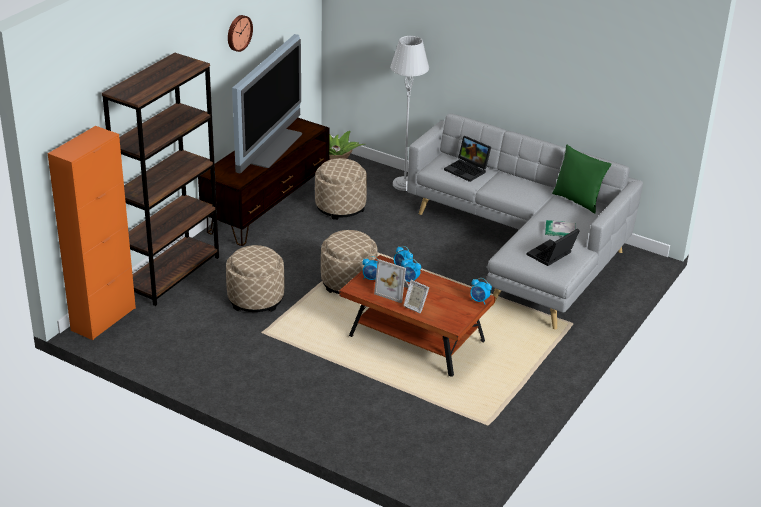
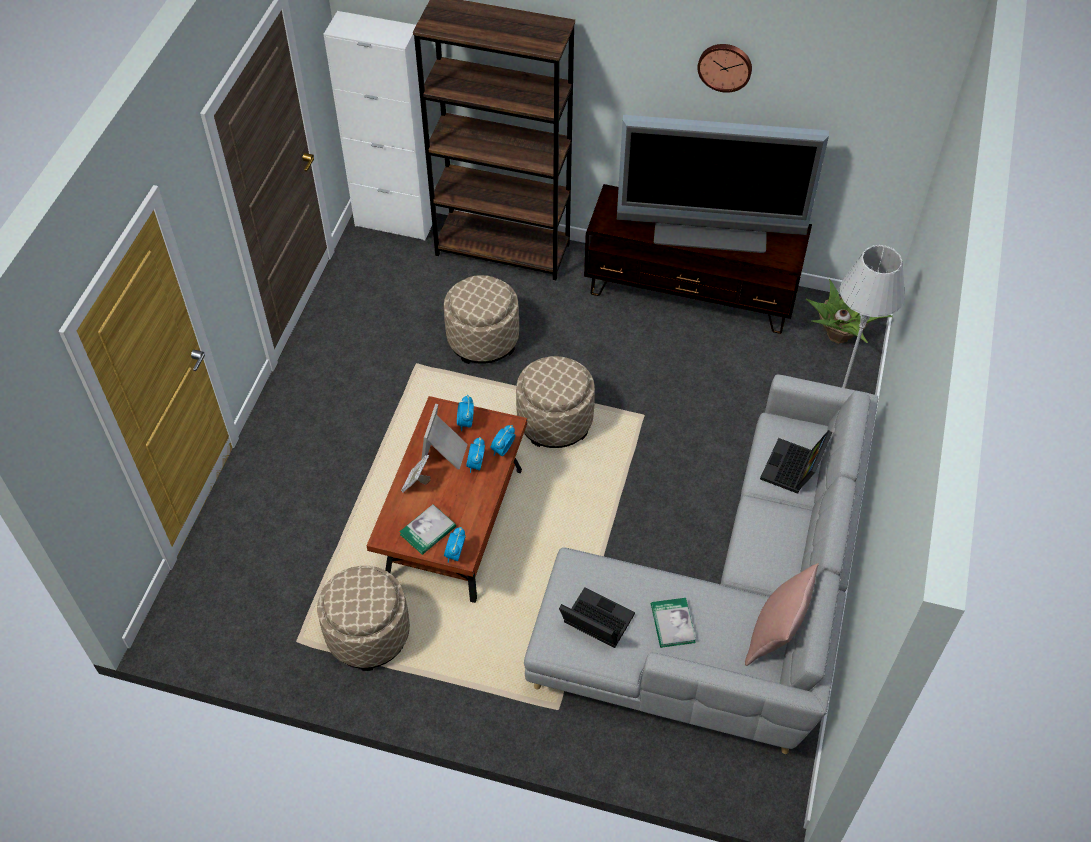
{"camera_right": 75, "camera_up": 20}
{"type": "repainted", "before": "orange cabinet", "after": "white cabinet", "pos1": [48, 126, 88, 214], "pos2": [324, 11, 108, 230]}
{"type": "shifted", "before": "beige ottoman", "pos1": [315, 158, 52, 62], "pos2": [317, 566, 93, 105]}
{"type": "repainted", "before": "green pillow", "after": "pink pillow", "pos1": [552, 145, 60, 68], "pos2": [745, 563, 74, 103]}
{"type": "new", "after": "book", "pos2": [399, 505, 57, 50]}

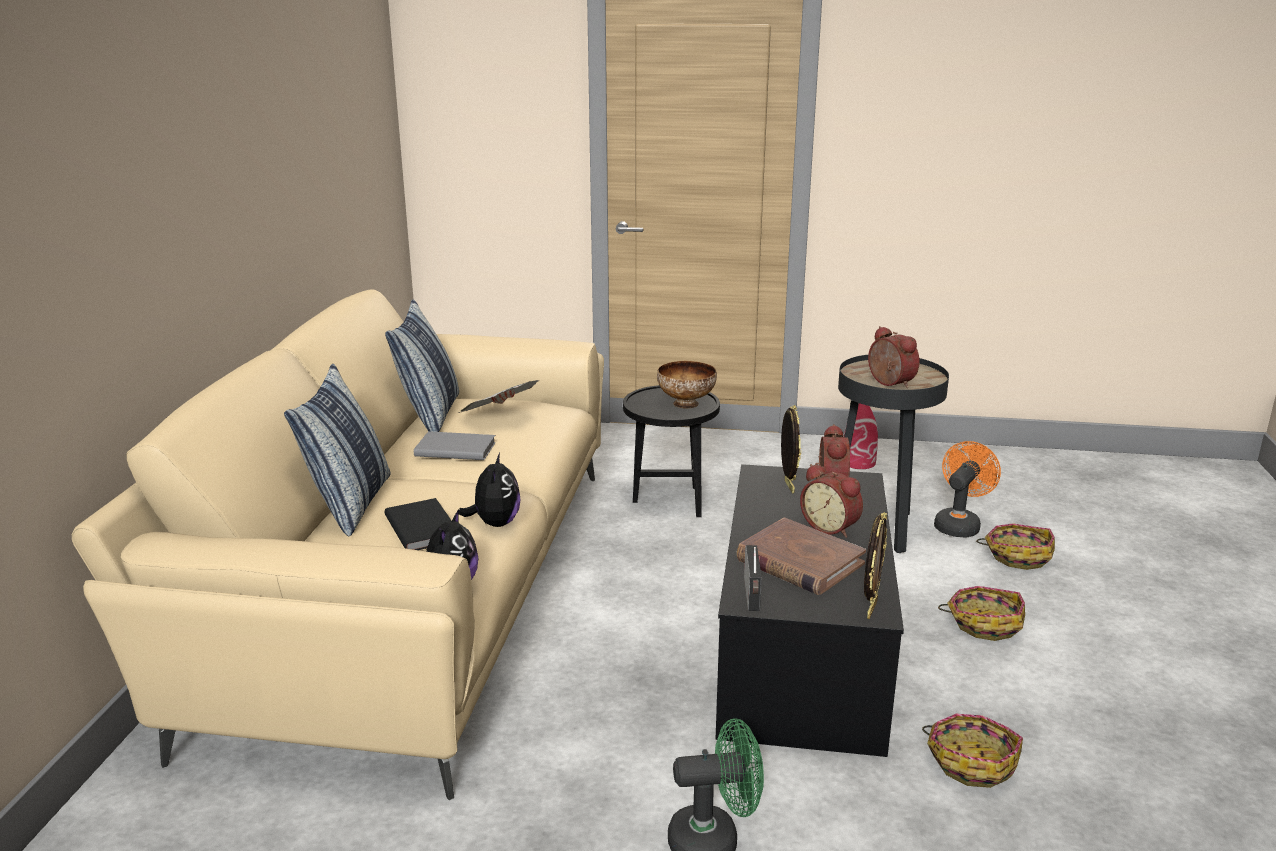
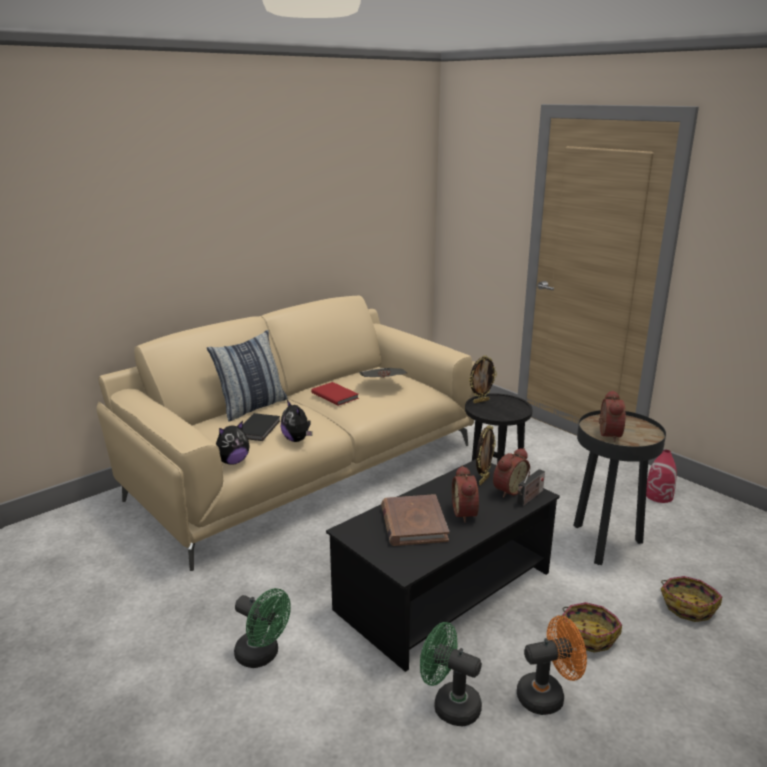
{"camera_right": 40, "camera_up": 0}
{"type": "gone", "before": "pillow", "pos1": [385, 299, 74, 133]}
{"type": "repainted", "before": "grey book", "after": "red book", "pos1": [414, 431, 82, 29], "pos2": [311, 382, 48, 24]}
{"type": "rotated", "before": "plush toy", "pos1": [458, 453, 63, 74], "pos2": [281, 400, 31, 42], "turn": 105}
{"type": "gone", "before": "bowl", "pos1": [657, 361, 60, 48]}
{"type": "shifted", "before": "radio", "pos1": [744, 545, 18, 66], "pos2": [517, 468, 28, 38]}
{"type": "shifted", "before": "picture frame", "pos1": [864, 512, 23, 107], "pos2": [469, 356, 28, 47]}
{"type": "swapped", "before": "basket", "after": "green fan", "pos1": [922, 714, 101, 74], "pos2": [420, 622, 62, 104]}
{"type": "shifted", "before": "orange fan", "pos1": [934, 441, 67, 97], "pos2": [517, 616, 70, 99]}

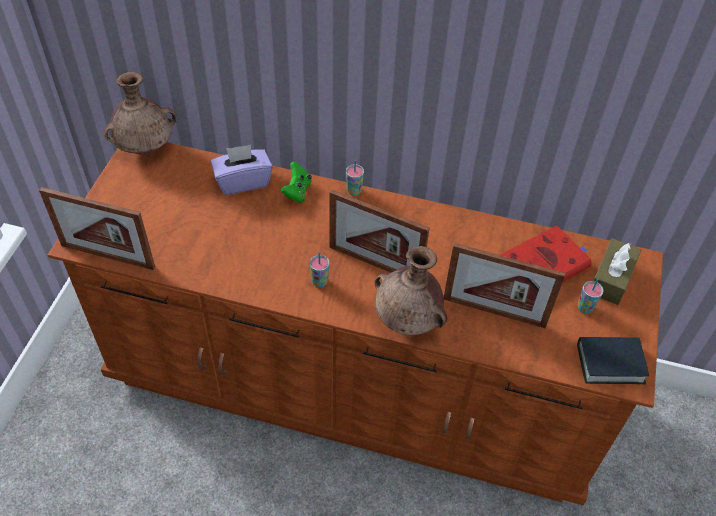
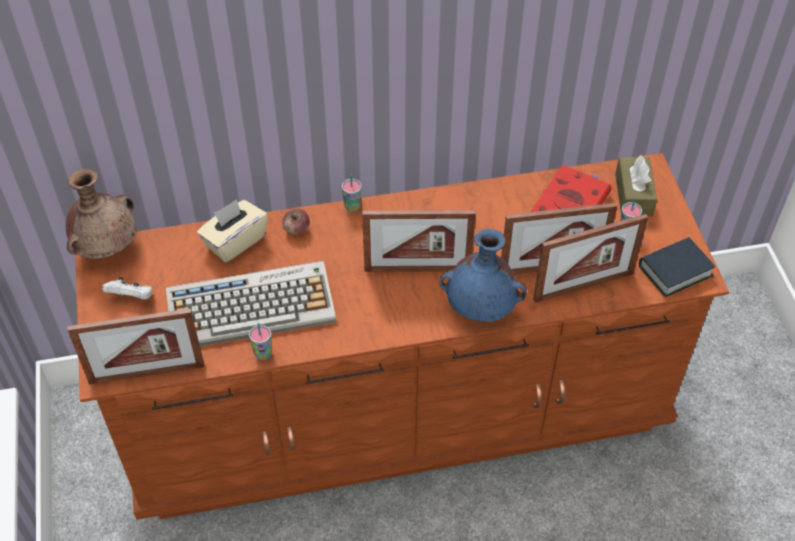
{"camera_right": -25, "camera_up": 0}
{"type": "repainted", "before": "purple tissue box", "after": "beige tissue box", "pos1": [211, 144, 62, 51], "pos2": [197, 199, 71, 63]}
{"type": "swapped", "before": "green game controller", "after": "apple", "pos1": [281, 162, 31, 41], "pos2": [282, 209, 28, 26]}
{"type": "shifted", "before": "cup", "pos1": [309, 252, 21, 36], "pos2": [249, 323, 23, 37]}
{"type": "repainted", "before": "brown vase", "after": "blue vase", "pos1": [375, 246, 72, 89], "pos2": [440, 229, 87, 93]}
{"type": "new", "after": "white game controller", "pos2": [102, 277, 51, 23]}
{"type": "new", "after": "keyboard", "pos2": [166, 261, 170, 85]}
{"type": "new", "after": "picture frame", "pos2": [533, 214, 115, 89]}

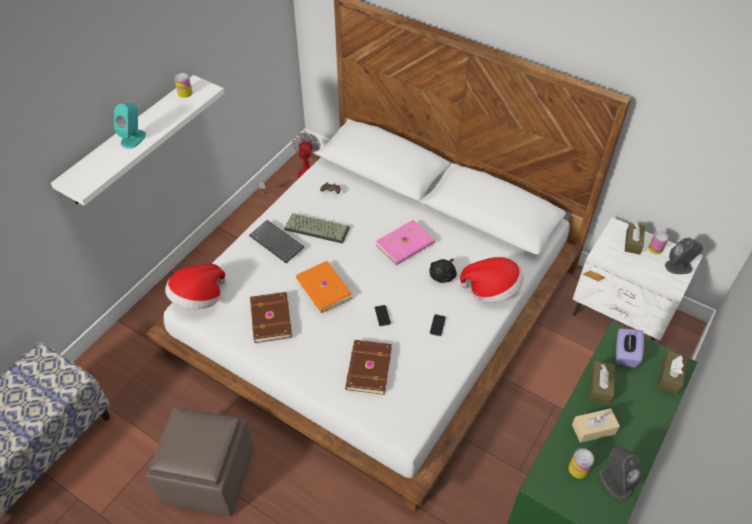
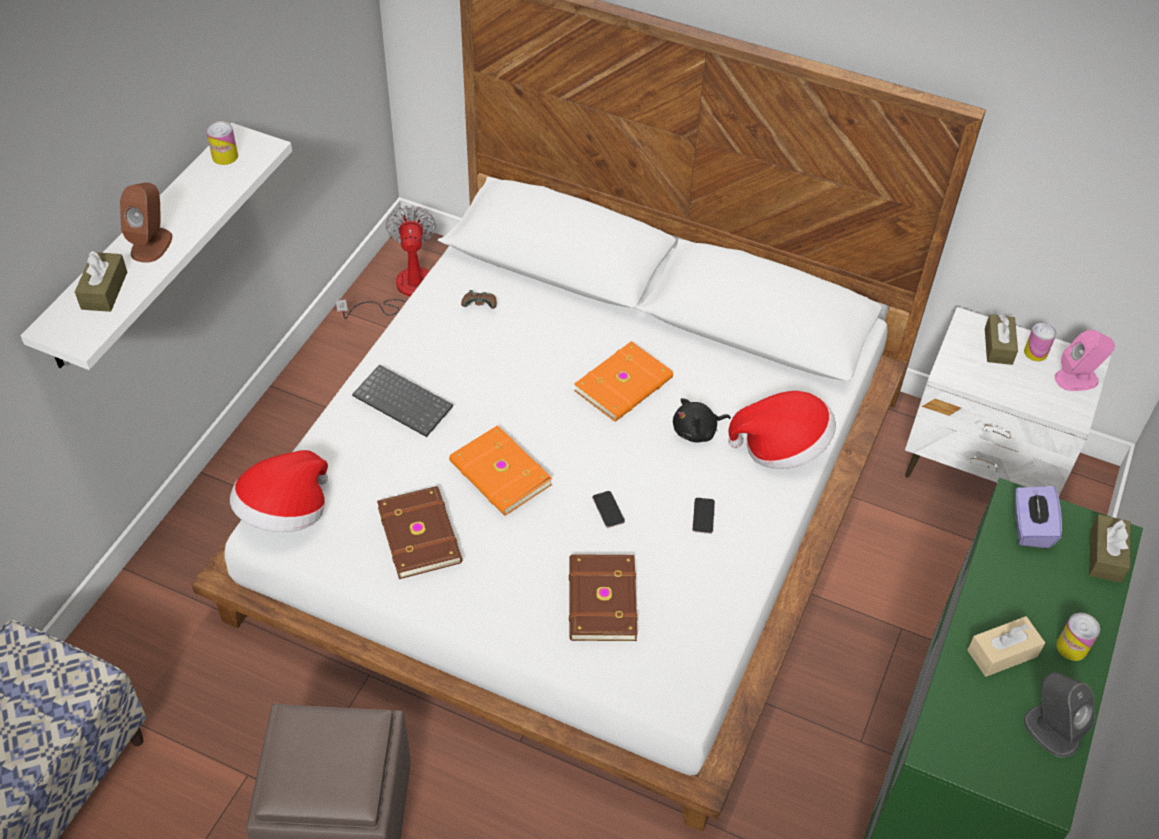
{"camera_right": -10, "camera_up": 0}
{"type": "repainted", "before": "turquoise speaker", "after": "brown speaker", "pos1": [114, 103, 32, 46], "pos2": [120, 182, 52, 81]}
{"type": "gone", "before": "keyboard", "pos1": [284, 213, 66, 31]}
{"type": "repainted", "before": "pink book", "after": "orange book", "pos1": [376, 220, 59, 45], "pos2": [574, 341, 99, 81]}
{"type": "rotated", "before": "black plush toy", "pos1": [429, 259, 28, 24], "pos2": [673, 398, 58, 45], "turn": 45}
{"type": "shifted", "before": "can", "pos1": [568, 448, 26, 31], "pos2": [1056, 613, 44, 48]}
{"type": "shifted", "before": "brown tissue box", "pos1": [590, 361, 25, 44], "pos2": [75, 251, 52, 61]}
{"type": "repainted", "before": "grey speaker", "after": "pink speaker", "pos1": [665, 238, 38, 36], "pos2": [1055, 330, 60, 61]}

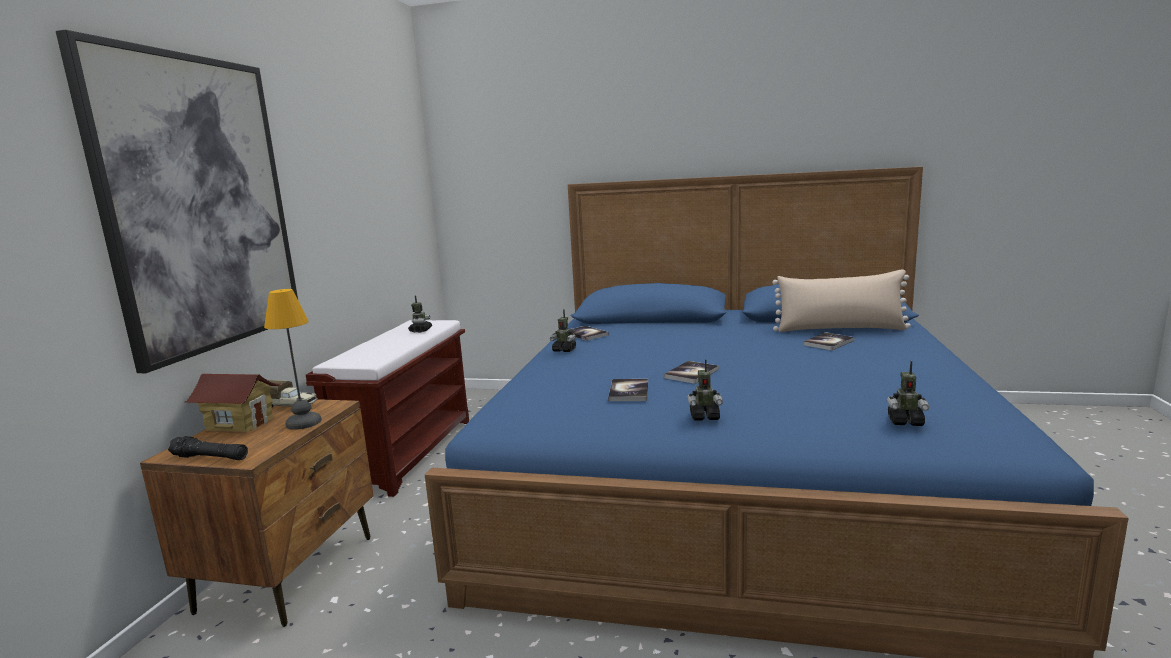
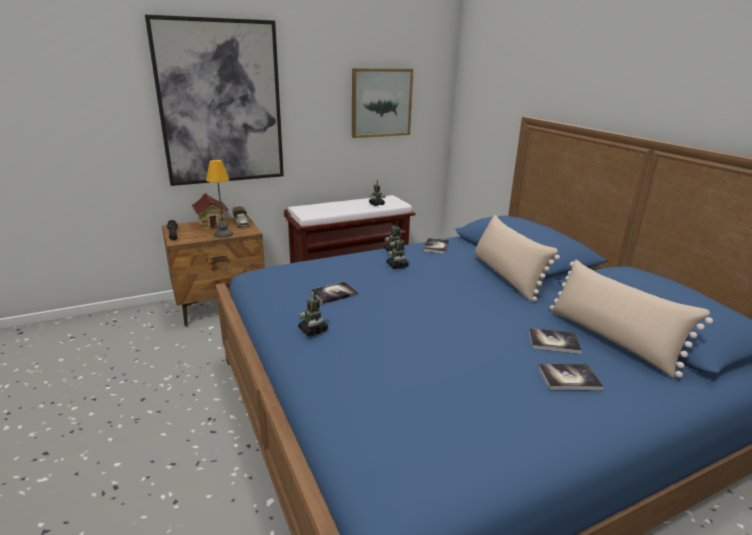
{"camera_right": 50, "camera_up": 10}
{"type": "shifted", "before": "book", "pos1": [664, 361, 55, 23], "pos2": [538, 364, 66, 26]}
{"type": "shifted", "before": "toy robot", "pos1": [887, 361, 42, 65], "pos2": [386, 234, 23, 35]}
{"type": "new", "after": "picture", "pos2": [352, 68, 61, 70]}
{"type": "new", "after": "beige pillow", "pos2": [475, 215, 85, 87]}

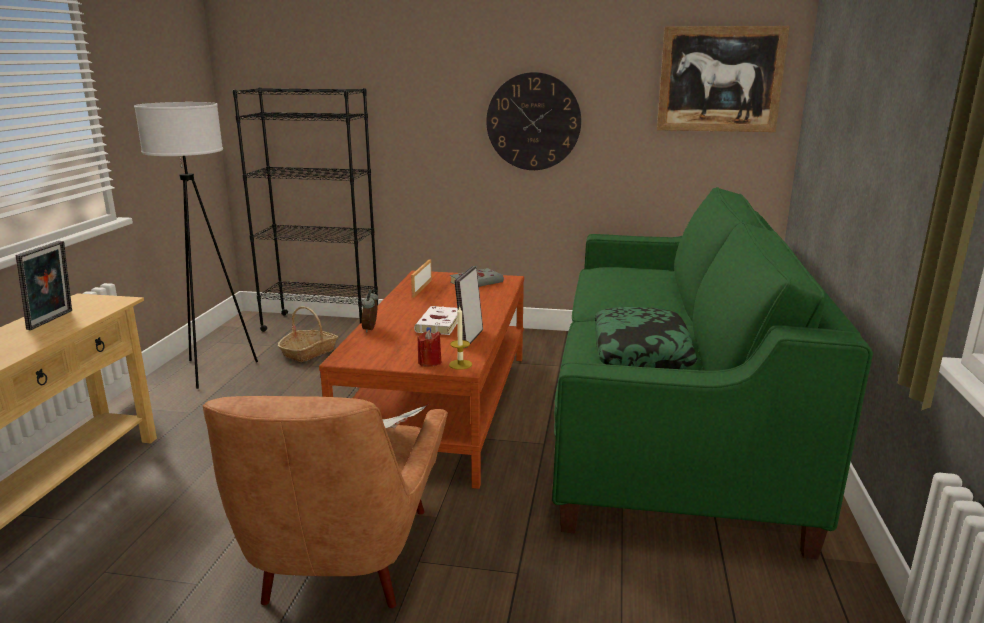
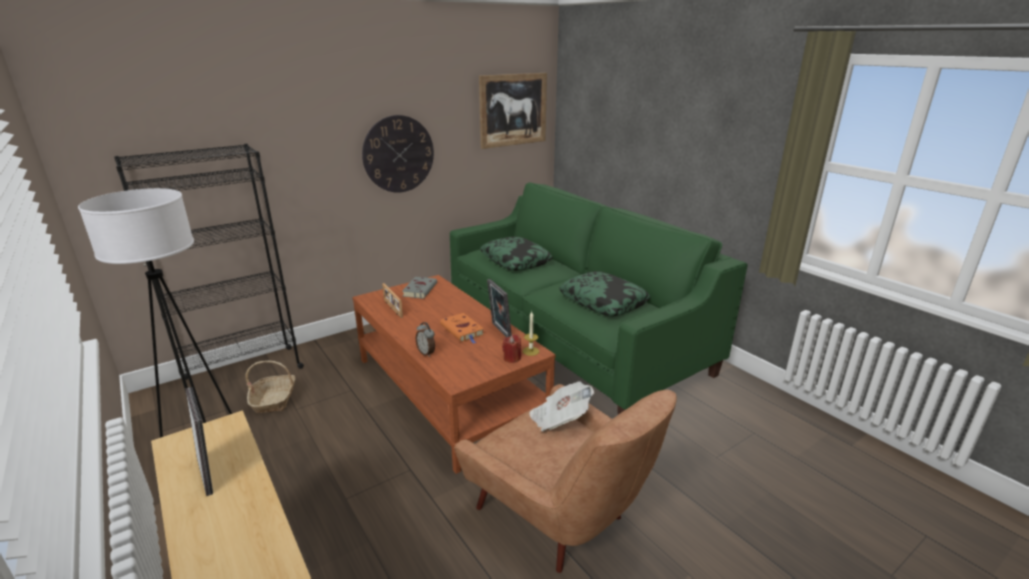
{"camera_right": -45, "camera_up": 5}
{"type": "repainted", "before": "white book", "after": "orange book", "pos1": [414, 306, 44, 29], "pos2": [440, 313, 44, 31]}
{"type": "new", "after": "pillow", "pos2": [480, 237, 73, 34]}

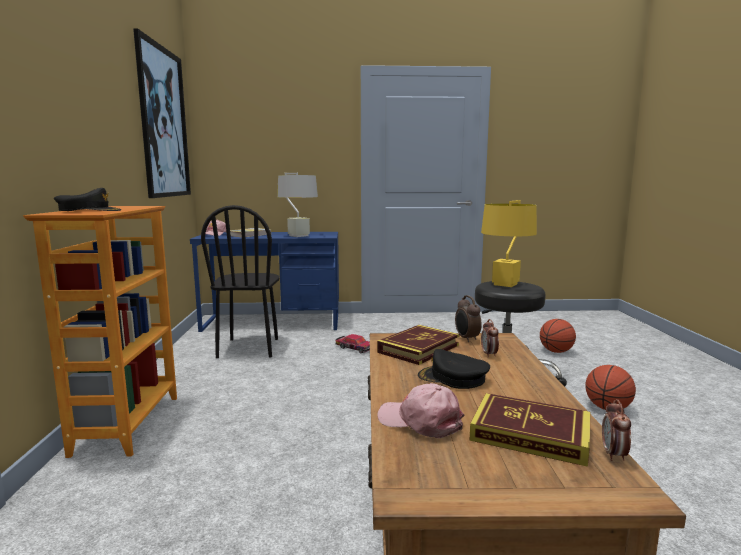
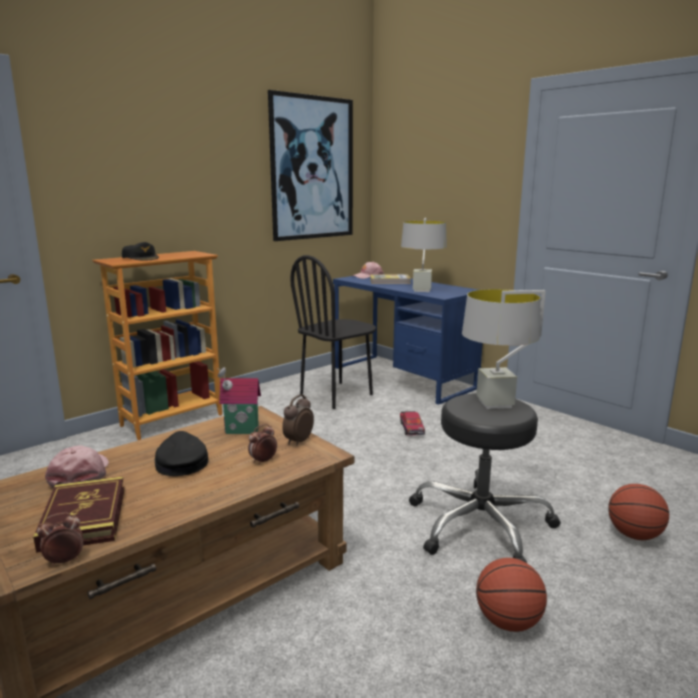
{"camera_right": 50, "camera_up": 5}
{"type": "swapped", "before": "book", "after": "toy house", "pos1": [377, 325, 82, 40], "pos2": [217, 367, 44, 67]}
{"type": "repainted", "before": "yellow table lamp", "after": "grey table lamp", "pos1": [481, 200, 56, 87], "pos2": [462, 289, 84, 120]}

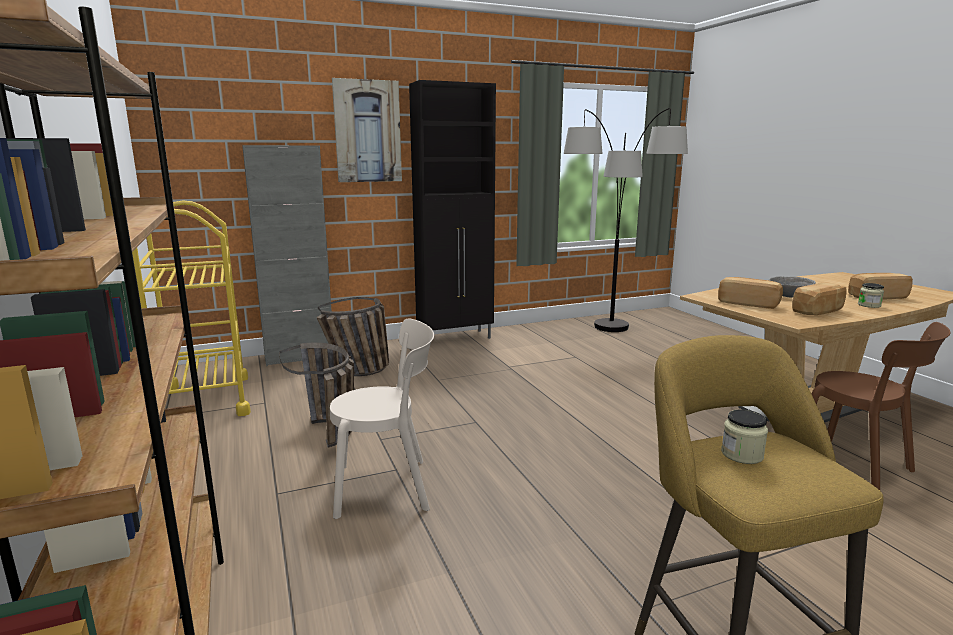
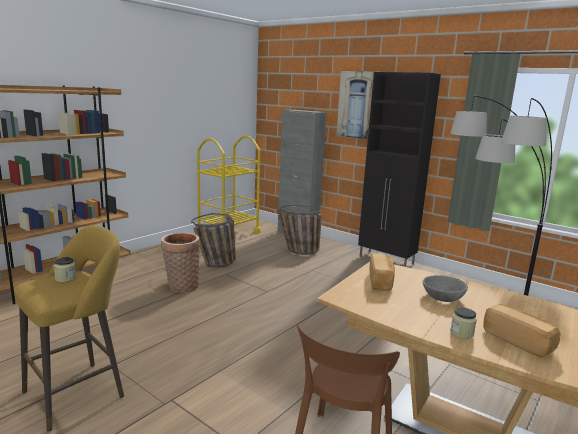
{"camera_right": 60, "camera_up": 0}
{"type": "swapped", "before": "beige chair", "after": "basket", "pos1": [330, 319, 104, 200], "pos2": [161, 233, 39, 60]}
{"type": "gone", "before": "bread", "pos1": [792, 283, 55, 32]}

